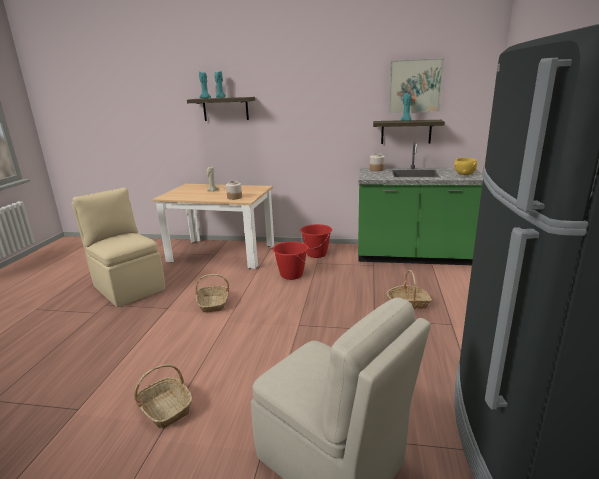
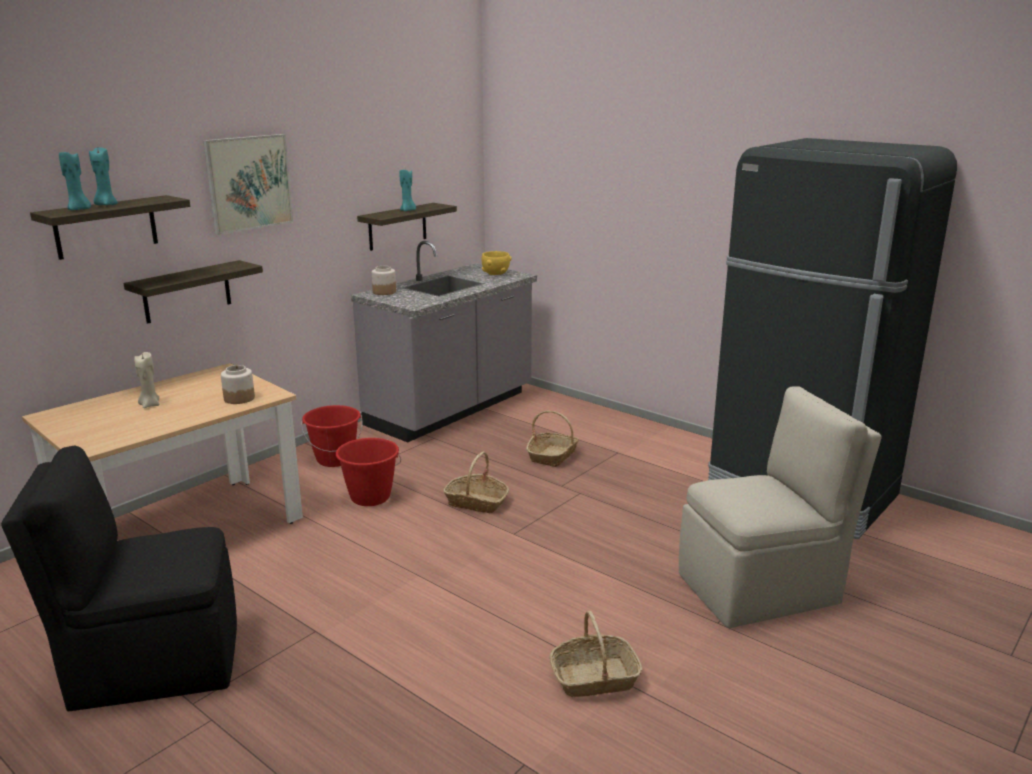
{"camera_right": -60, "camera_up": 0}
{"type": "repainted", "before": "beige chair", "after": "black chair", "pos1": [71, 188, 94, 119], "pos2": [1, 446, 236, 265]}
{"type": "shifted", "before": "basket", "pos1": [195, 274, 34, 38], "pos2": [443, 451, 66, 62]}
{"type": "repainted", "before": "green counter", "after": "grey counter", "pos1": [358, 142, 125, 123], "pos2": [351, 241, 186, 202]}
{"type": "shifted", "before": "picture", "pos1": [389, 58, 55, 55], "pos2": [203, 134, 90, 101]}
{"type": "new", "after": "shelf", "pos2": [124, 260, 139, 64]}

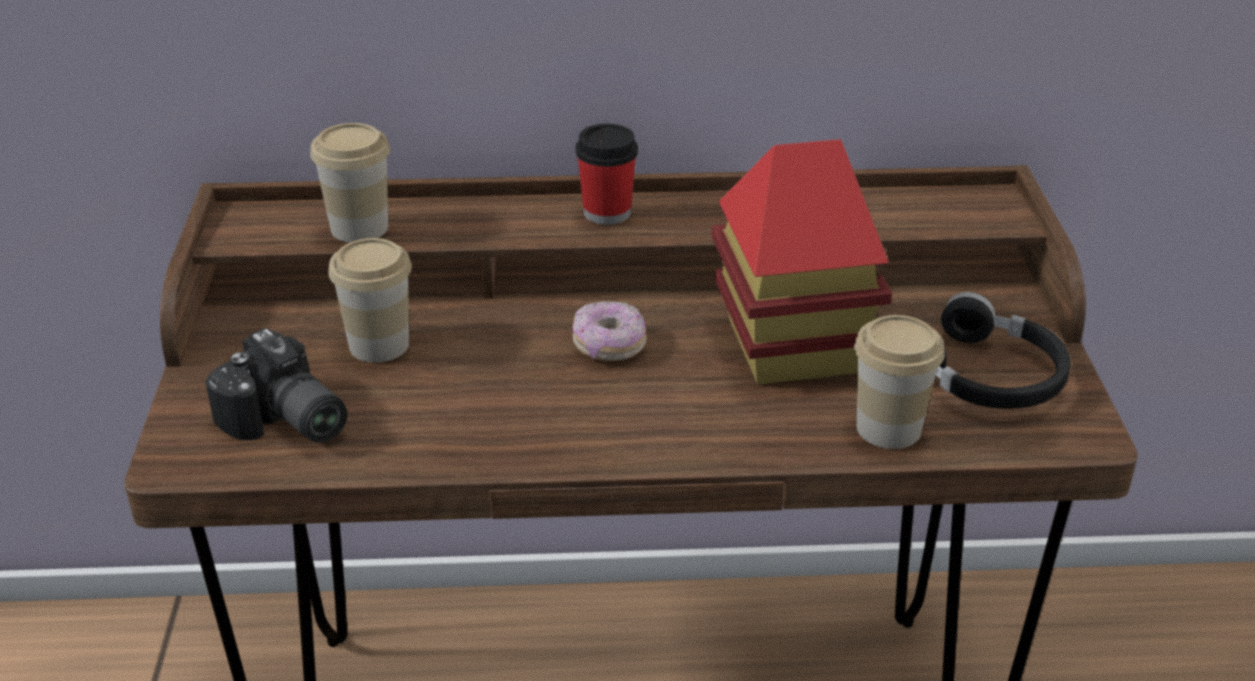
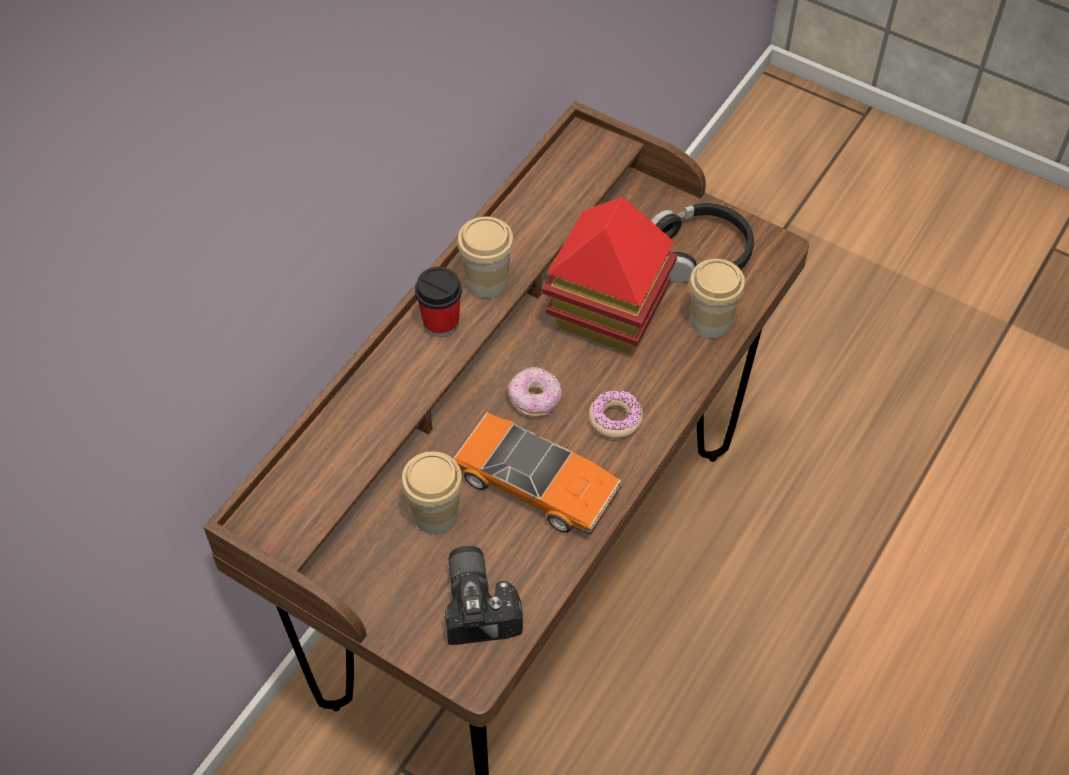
{"camera_right": -55, "camera_up": 20}
{"type": "rotated", "before": "photo camera", "pos1": [205, 328, 142, 115], "pos2": [445, 546, 78, 99], "turn": -90}
{"type": "shifted", "before": "cup", "pos1": [310, 123, 80, 119], "pos2": [457, 217, 57, 81]}
{"type": "new", "after": "toy car", "pos2": [454, 412, 168, 122]}
{"type": "new", "after": "donut", "pos2": [589, 390, 54, 49]}

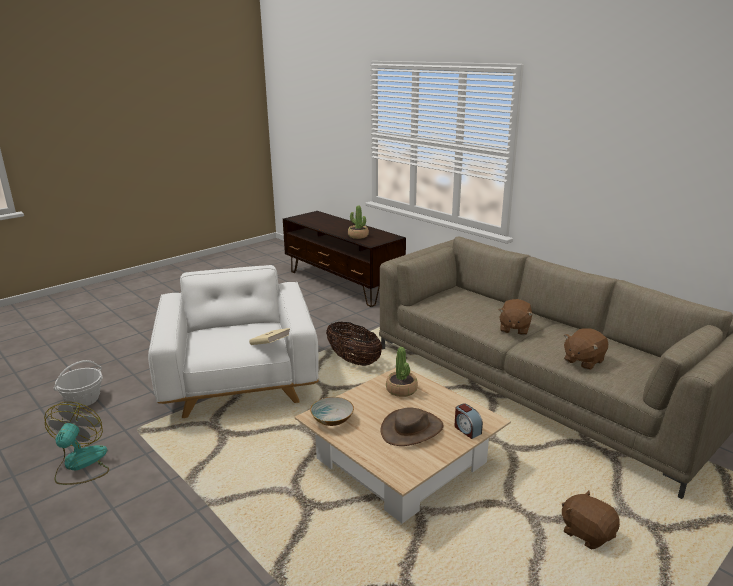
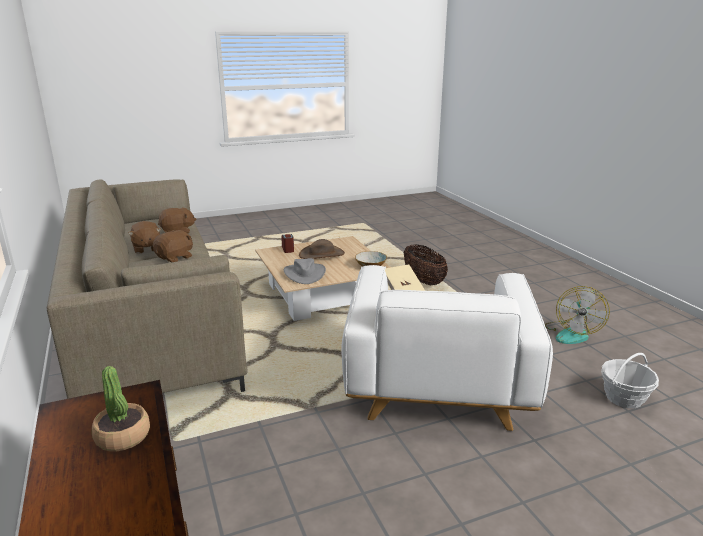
{"camera_right": -160, "camera_up": 0}
{"type": "shifted", "before": "basket", "pos1": [326, 322, 56, 44], "pos2": [404, 244, 44, 41]}
{"type": "swapped", "before": "potted plant", "after": "grey hat", "pos1": [386, 347, 32, 50], "pos2": [284, 258, 42, 26]}
{"type": "shifted", "before": "brown plush toy", "pos1": [562, 490, 58, 59], "pos2": [128, 221, 33, 33]}

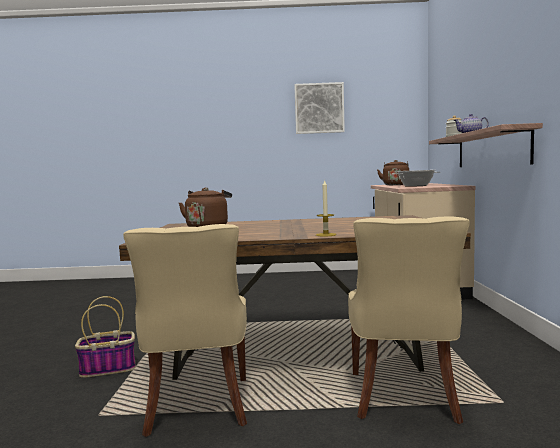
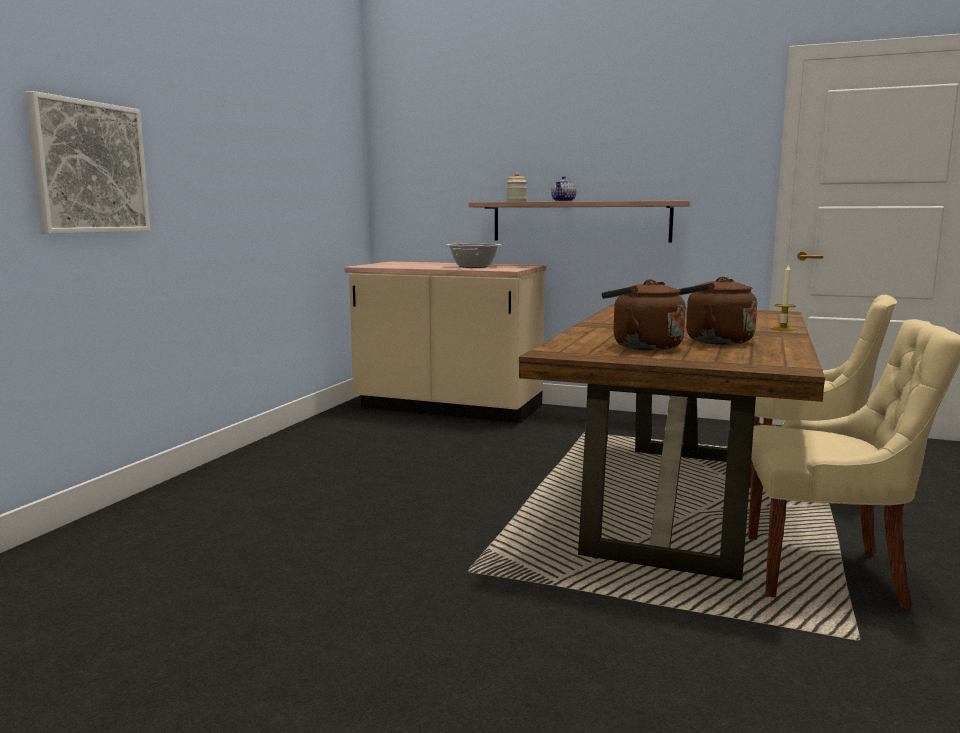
{"camera_right": -70, "camera_up": 5}
{"type": "gone", "before": "basket", "pos1": [75, 296, 61, 82]}
{"type": "shifted", "before": "picture", "pos1": [294, 82, 51, 52], "pos2": [25, 91, 126, 143]}
{"type": "shifted", "before": "brown kettle", "pos1": [377, 160, 32, 25], "pos2": [678, 277, 79, 68]}

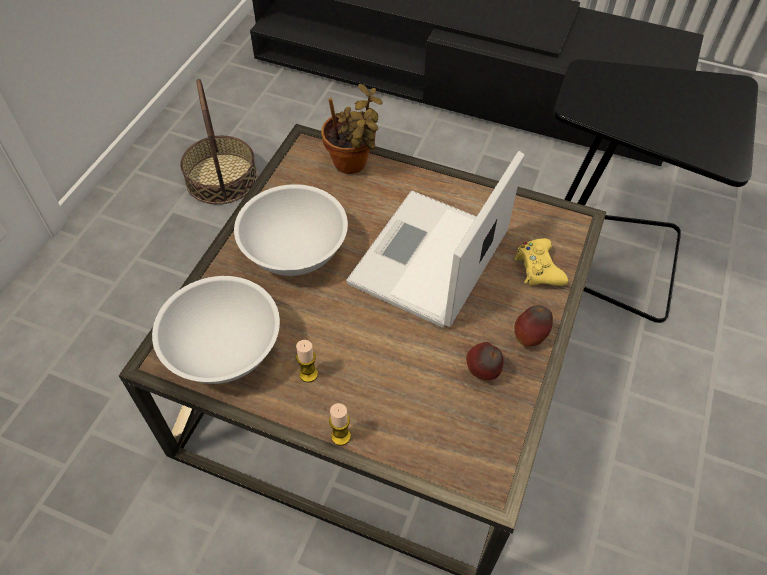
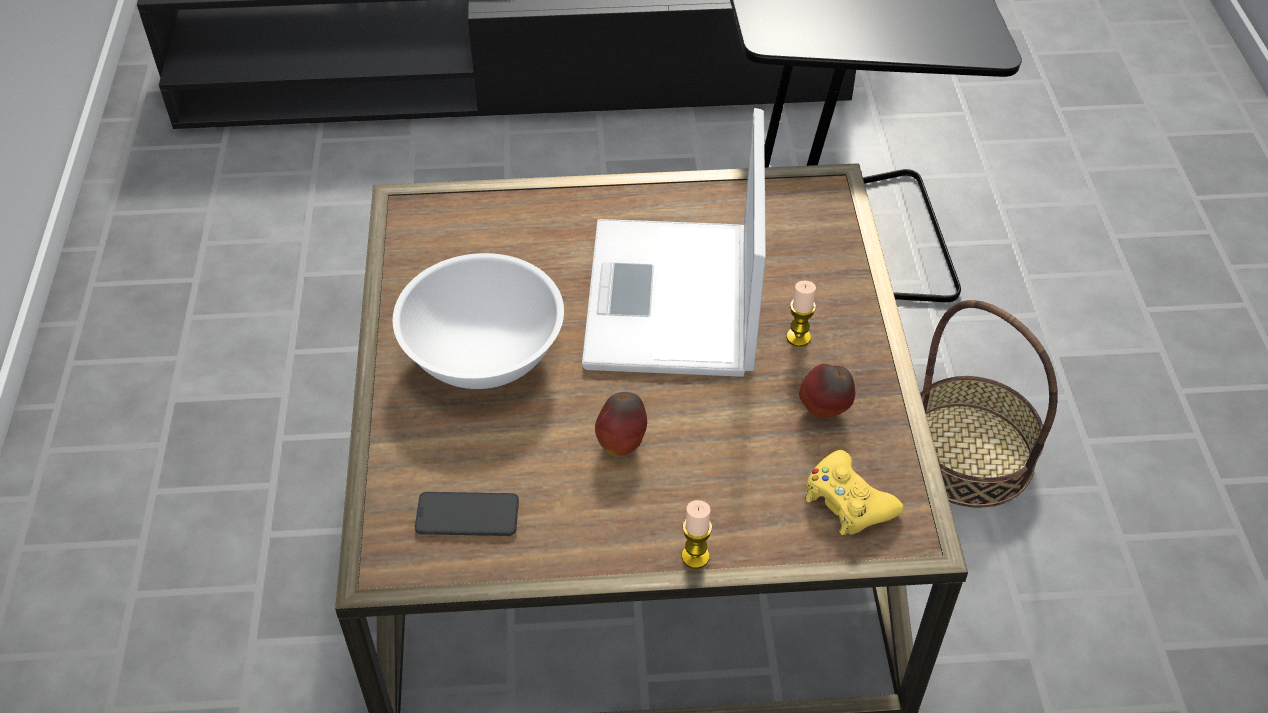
{"camera_right": -25, "camera_up": -5}
{"type": "swapped", "before": "white bowl", "after": "phone", "pos1": [152, 276, 128, 108], "pos2": [415, 492, 104, 44]}
{"type": "shifted", "before": "basket", "pos1": [180, 79, 77, 125], "pos2": [920, 300, 138, 208]}
{"type": "shifted", "before": "candle", "pos1": [296, 340, 22, 43], "pos2": [786, 280, 30, 67]}
{"type": "gone", "before": "potted plant", "pos1": [321, 84, 62, 90]}
{"type": "shifted", "before": "yellow game controller", "pos1": [514, 238, 54, 48], "pos2": [805, 450, 98, 86]}
{"type": "shifted", "before": "apple", "pos1": [514, 305, 39, 41], "pos2": [595, 392, 52, 64]}

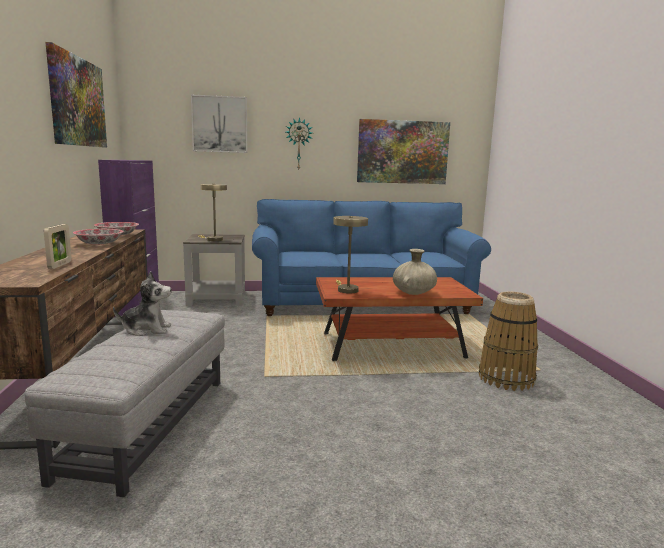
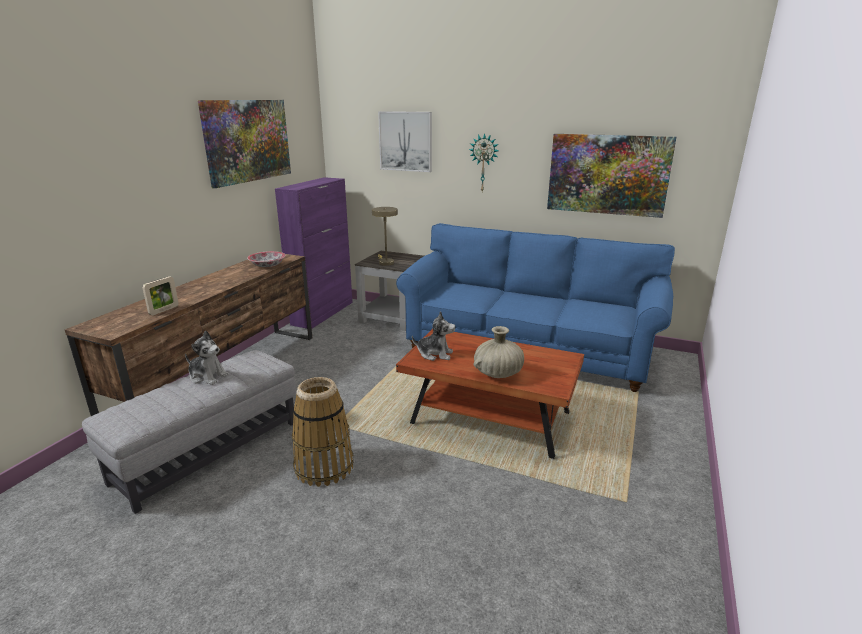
{"camera_right": 30, "camera_up": 10}
{"type": "gone", "before": "bowl", "pos1": [73, 229, 51, 16]}
{"type": "swapped", "before": "beige table lamp", "after": "plush toy", "pos1": [333, 216, 35, 77], "pos2": [412, 311, 44, 50]}
{"type": "shifted", "before": "basket", "pos1": [479, 292, 59, 99], "pos2": [292, 377, 62, 110]}

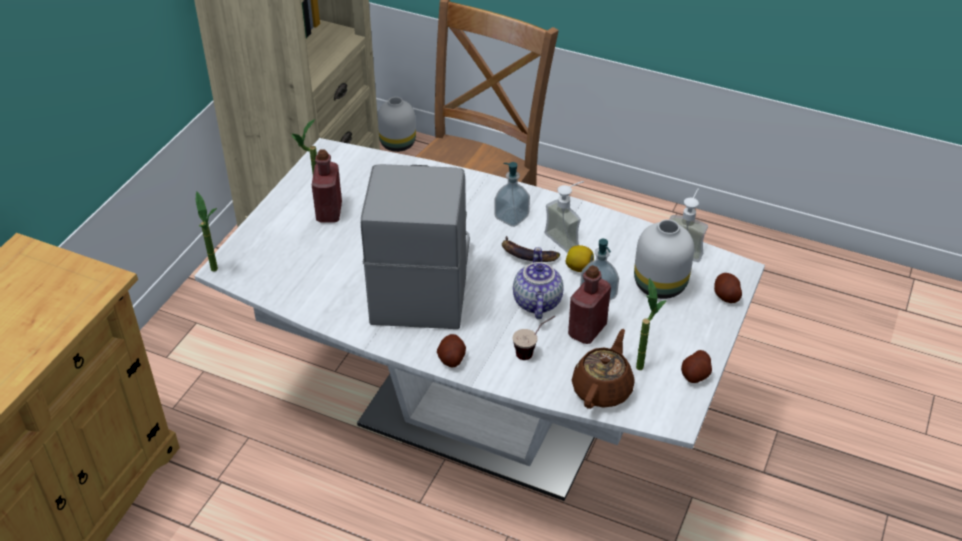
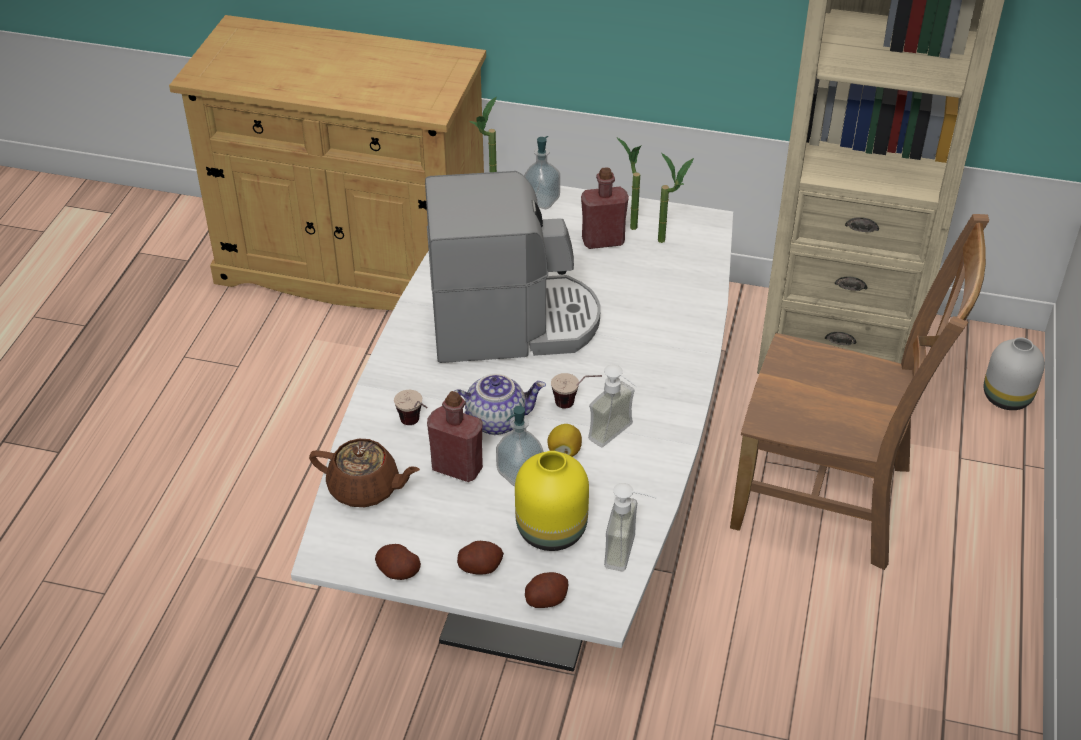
{"camera_right": 80, "camera_up": 0}
{"type": "shifted", "before": "potato", "pos1": [437, 334, 29, 33], "pos2": [457, 541, 47, 34]}
{"type": "shifted", "before": "soap dispenser", "pos1": [494, 162, 36, 65], "pos2": [524, 136, 36, 73]}
{"type": "swapped", "before": "banana", "after": "cup", "pos1": [502, 236, 58, 26], "pos2": [551, 373, 51, 36]}
{"type": "repainted", "before": "white vase", "after": "yellow vase", "pos1": [634, 219, 60, 80], "pos2": [515, 451, 74, 100]}
{"type": "shifted", "before": "potted plant", "pos1": [636, 278, 31, 92], "pos2": [658, 153, 36, 90]}

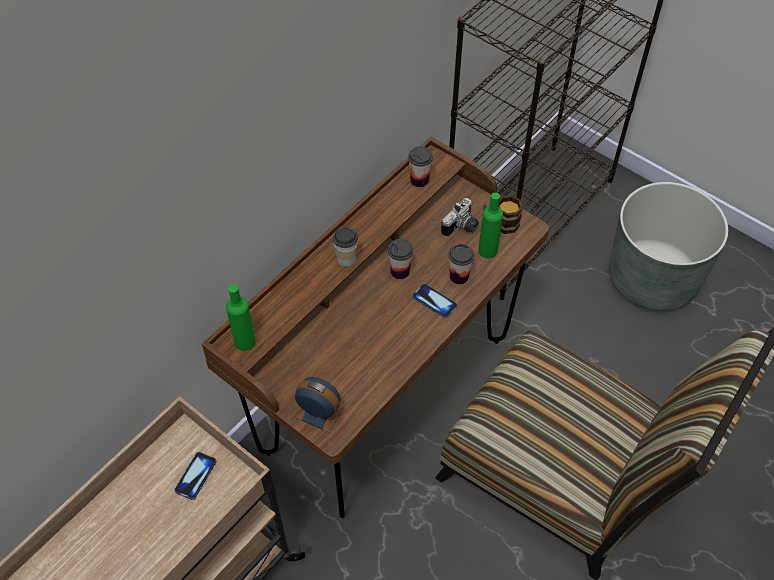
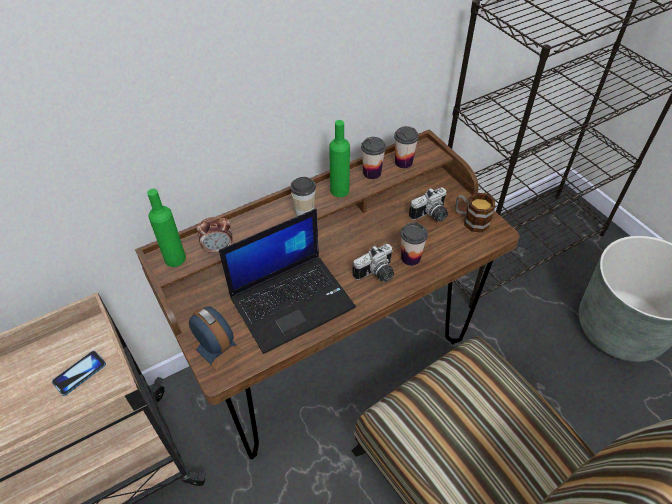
{"camera_right": 20, "camera_up": -5}
{"type": "shifted", "before": "cup", "pos1": [388, 239, 26, 40], "pos2": [361, 137, 25, 42]}
{"type": "swapped", "before": "phone", "after": "photo camera", "pos1": [412, 283, 46, 35], "pos2": [352, 244, 42, 38]}
{"type": "shifted", "before": "green bottle", "pos1": [478, 193, 25, 65], "pos2": [329, 120, 21, 77]}
{"type": "new", "after": "alarm clock", "pos2": [197, 217, 36, 37]}
{"type": "new", "after": "laptop", "pos2": [219, 209, 137, 145]}

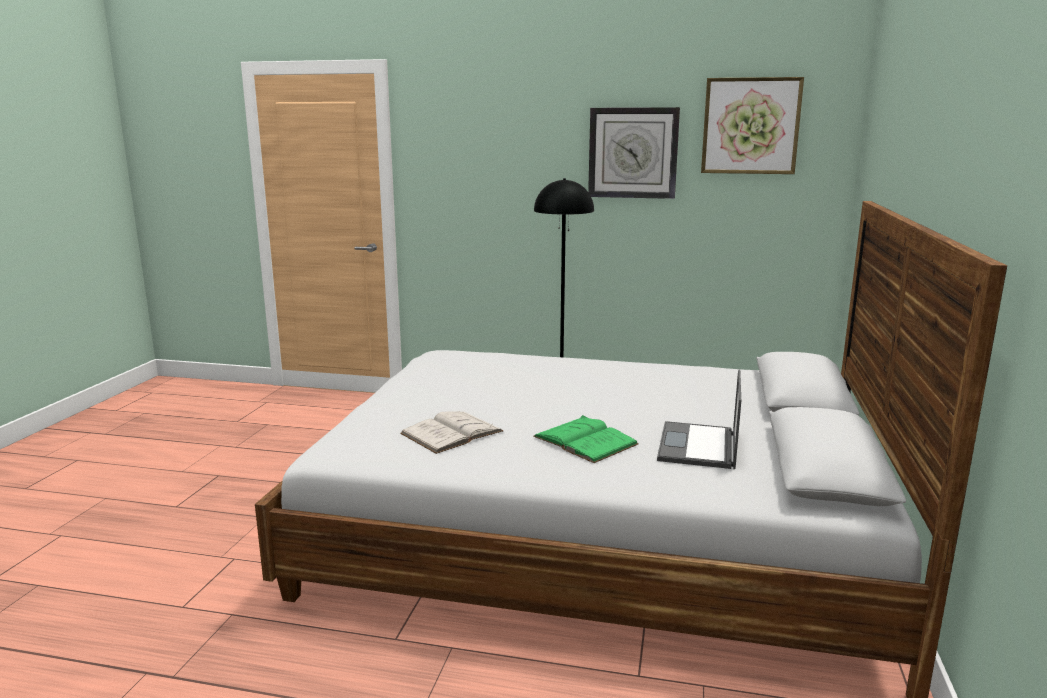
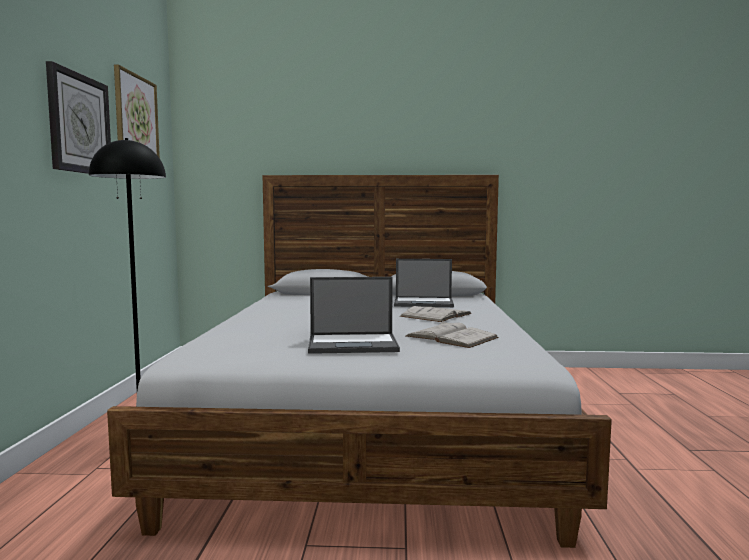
{"camera_right": -100, "camera_up": -10}
{"type": "repainted", "before": "green book", "after": "white book", "pos1": [533, 415, 106, 48], "pos2": [400, 306, 72, 16]}
{"type": "new", "after": "laptop", "pos2": [308, 277, 92, 77]}

